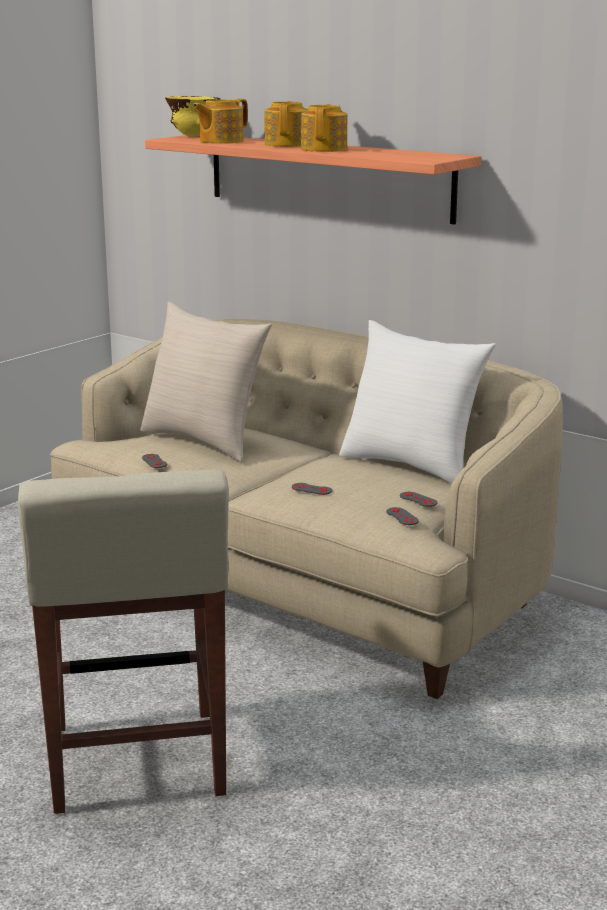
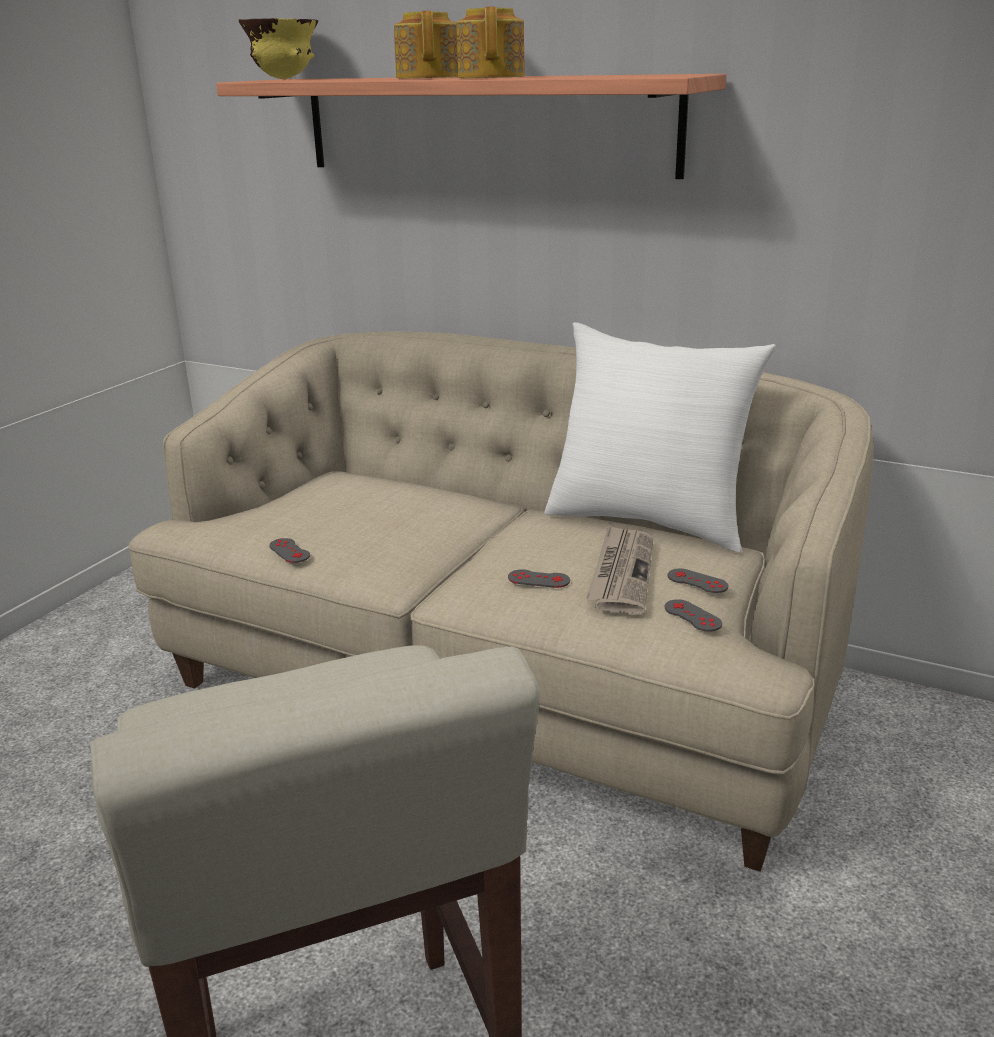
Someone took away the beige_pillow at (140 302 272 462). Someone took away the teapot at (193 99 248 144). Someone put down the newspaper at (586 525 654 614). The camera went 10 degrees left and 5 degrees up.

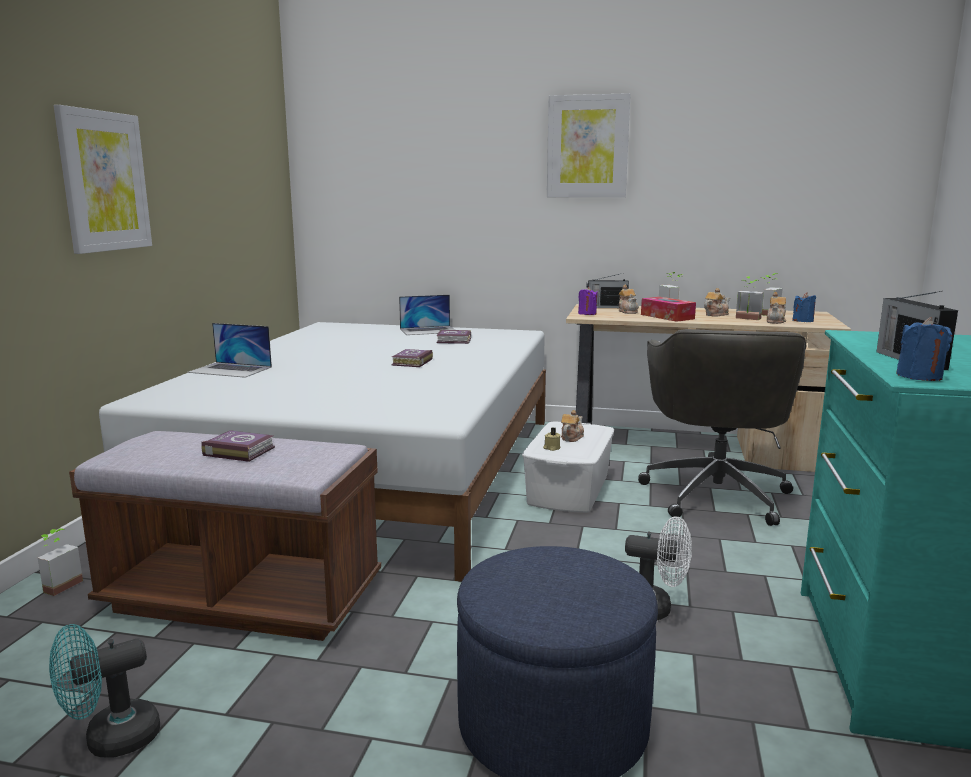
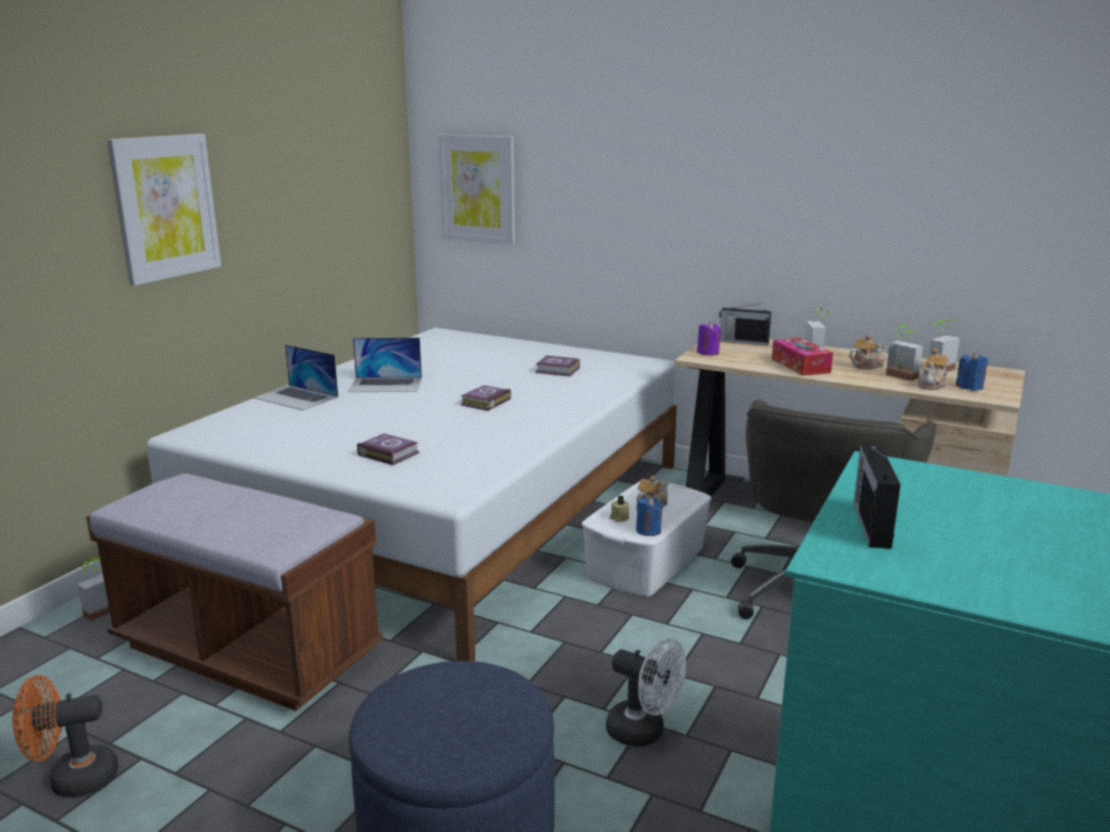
Someone repainted the turquoise_fan at (49 624 160 757), which became the orange_fan at (13 675 118 798). Someone carried the book from (201 430 275 462) to (357 434 419 465). Someone carried the laptop from (399 295 455 335) to (348 338 422 392). Someone carried the picture from (547 93 631 197) to (438 134 515 244). Someone took away the teapot at (619 285 639 314). Someone carried the blue_candle from (896 317 952 381) to (636 497 663 536). The camera went 15 degrees right and 5 degrees up.

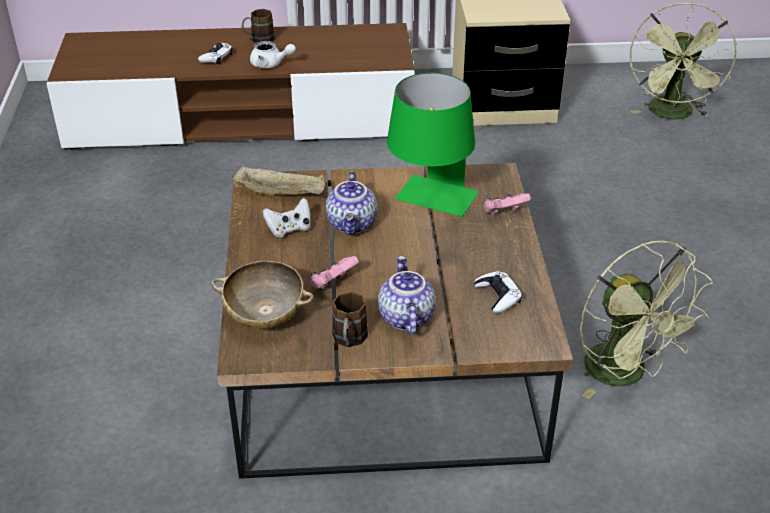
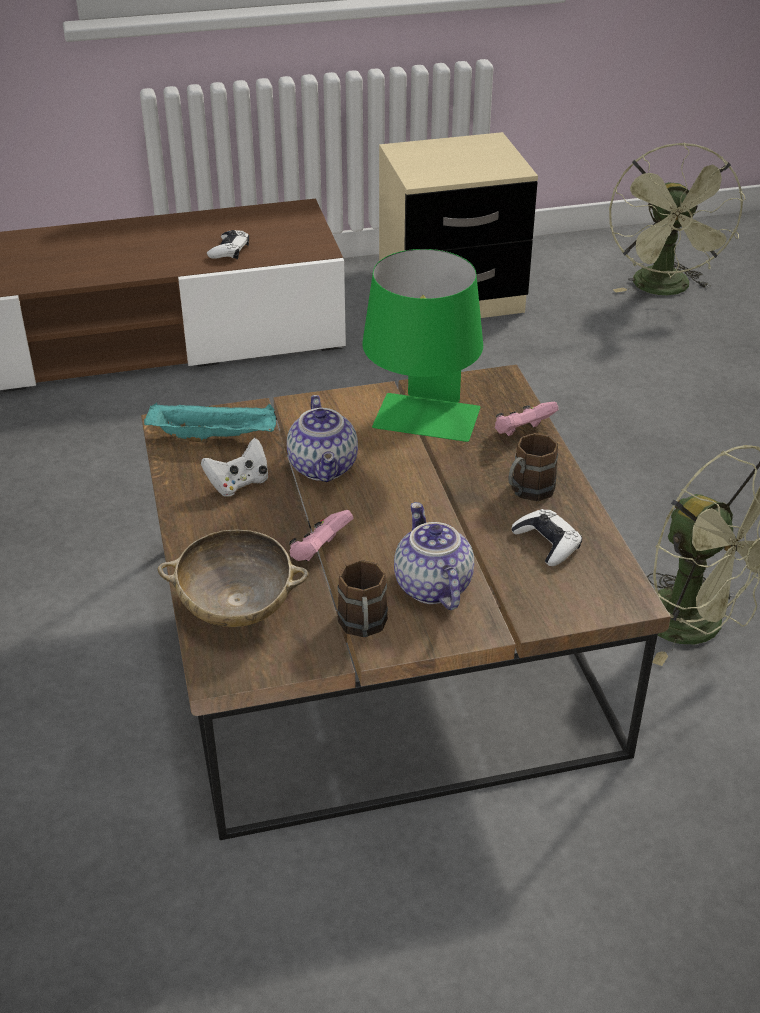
Someone carried the white_game_controller from (198 43 233 65) to (207 230 249 259). Someone repainted the beige_tray at (232 166 325 198), which became the turquoise_tray at (144 403 276 443). Someone carried the brown_mug from (242 9 275 43) to (508 433 558 501). Someone took away the white_teapot at (250 41 296 68). The camera went 10 degrees left and 0 degrees up.

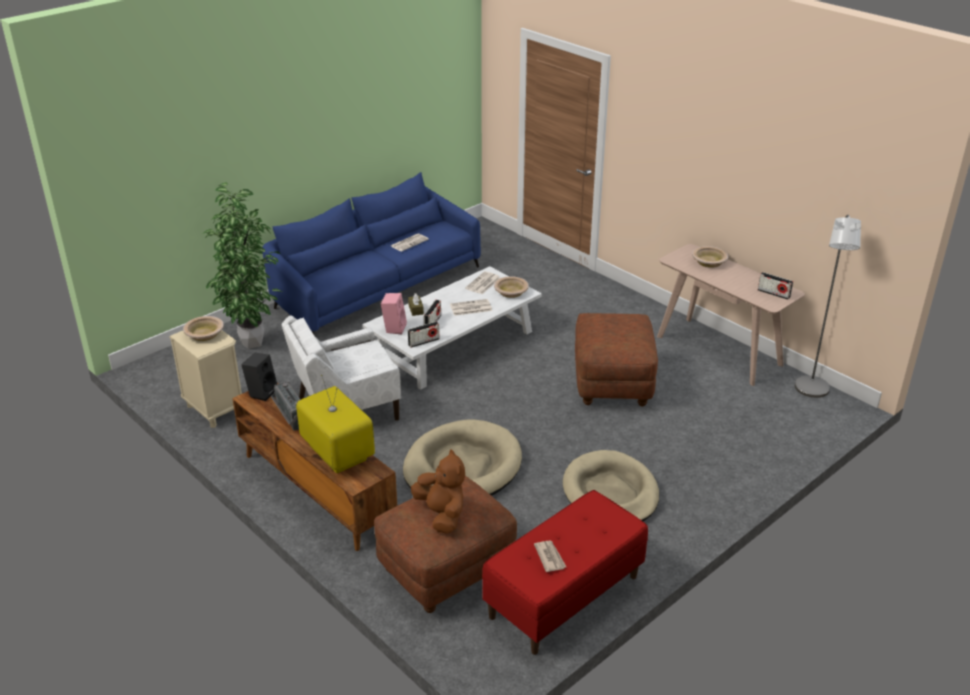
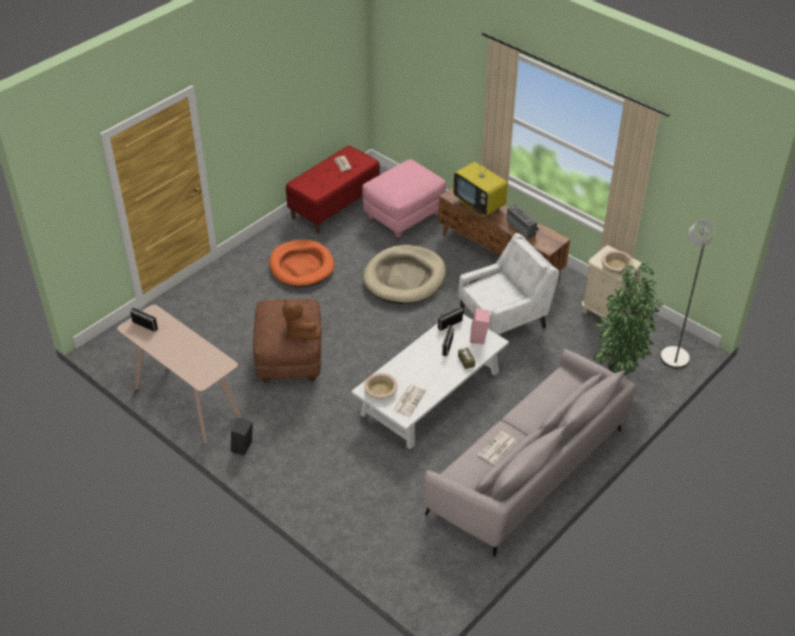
Someone carried the black_speaker from (242 353 277 401) to (231 418 253 455). Someone repainted the blue_sofa at (262 172 481 334), which became the grey_sofa at (423 348 636 557). Someone repainted the brown_ottoman at (374 476 517 613), which became the pink_ottoman at (362 159 446 238). Someone carried the brown_plush_toy from (411 450 465 534) to (282 299 322 340). Someone took away the newspaper at (450 299 492 316). Someone repainted the beige_dog_bed at (563 450 659 521), which became the orange_dog_bed at (269 240 334 287). Someone took away the beige_bowl at (692 246 729 268). Someone carried the grey_floor_lamp from (795 215 861 398) to (660 219 715 368). The camera went 175 degrees right and 10 degrees up.

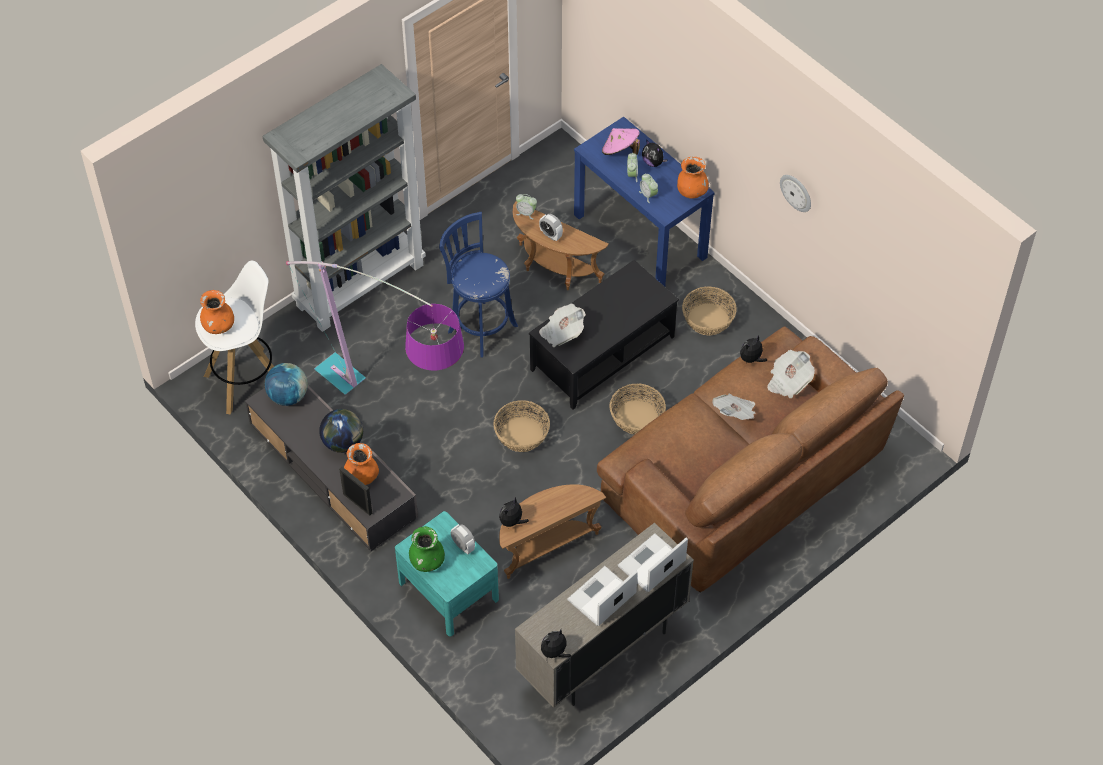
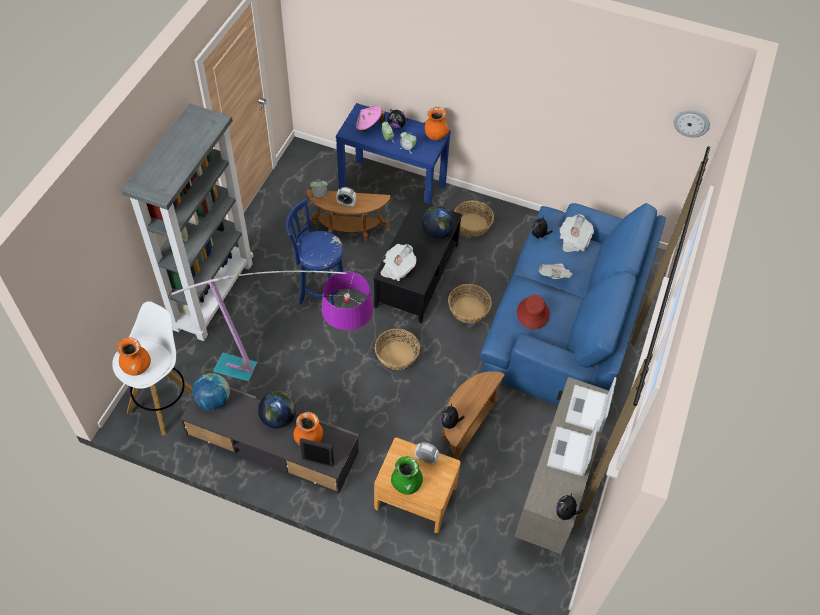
Someone repainted the turquoise_nightstand at (395 511 499 636), which became the brown_nightstand at (374 438 461 533). Someone repainted the brown_sofa at (597 326 904 592), which became the blue_sofa at (480 203 666 405). Someone carried the wall_clock from (780 175 811 212) to (674 110 710 137). Someone put down the globe at (422 206 455 239). Someone put down the red_hat at (517 295 550 329). The camera went 30 degrees left and 0 degrees up.

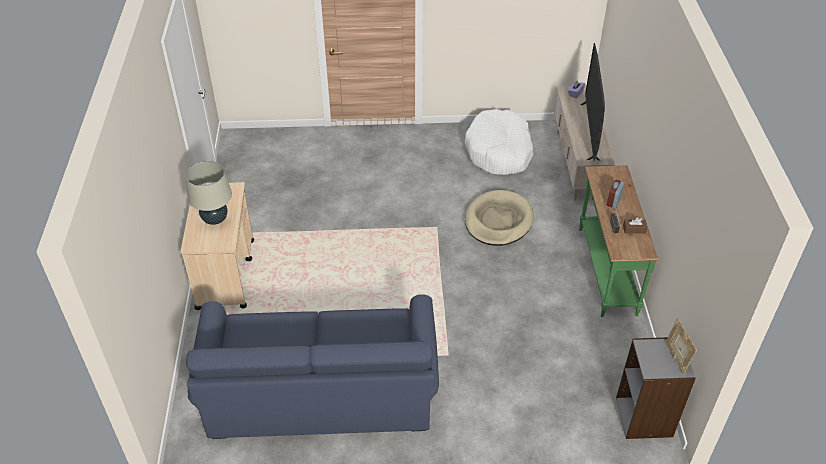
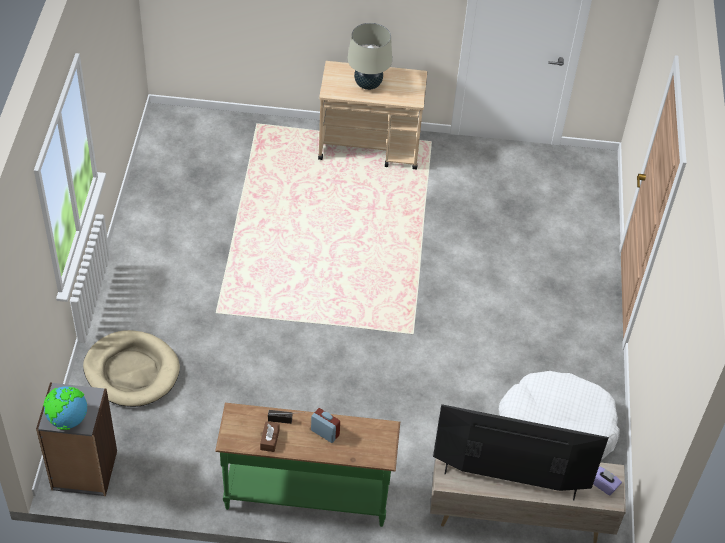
Someone took away the blue_sofa at (186 294 439 439). Someone carried the beige_dog_bed from (465 190 534 246) to (83 330 180 407). Someone swapped the picture_frame at (665 318 697 375) for the globe at (43 386 87 430). The camera went 95 degrees right and 5 degrees up.

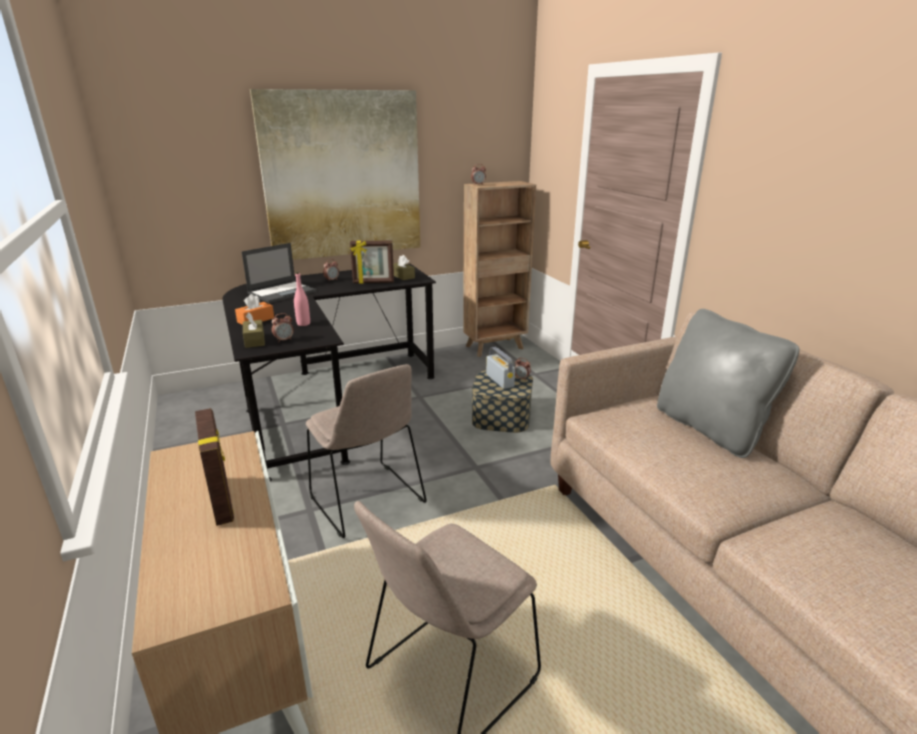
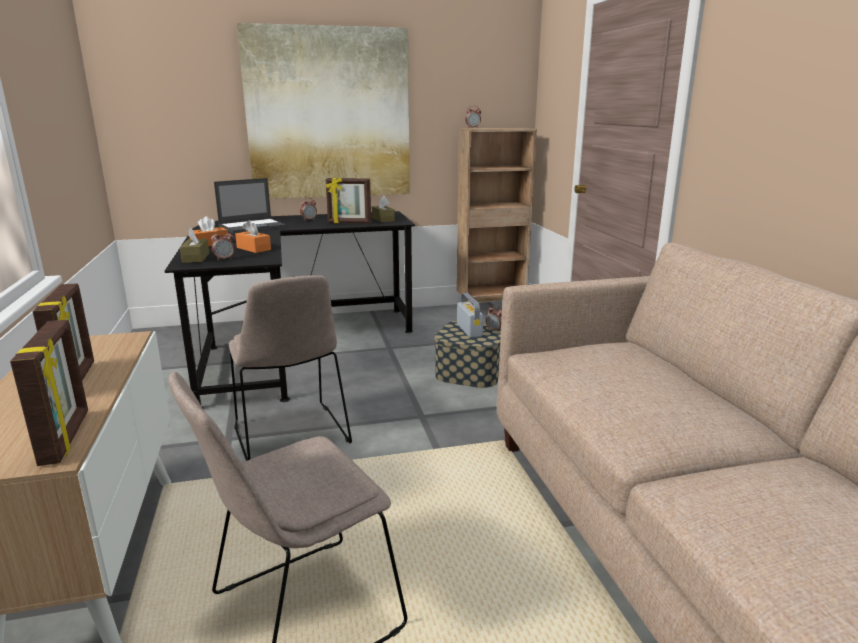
Someone swapped the pink_bottle at (294 272 310 326) for the orange_tissue_box at (235 220 271 253). Someone took away the grey_pillow at (657 309 800 458). Someone put down the picture_frame at (10 320 88 466). The camera went 10 degrees right and 5 degrees down.

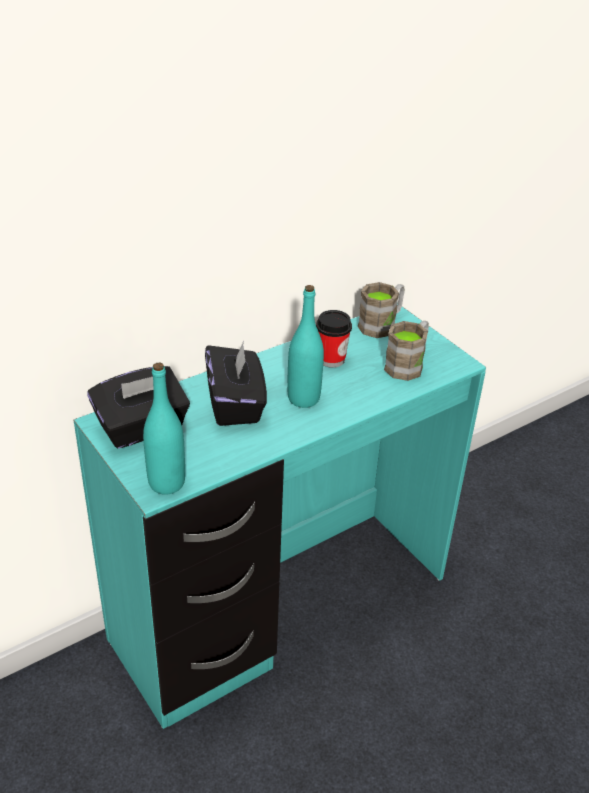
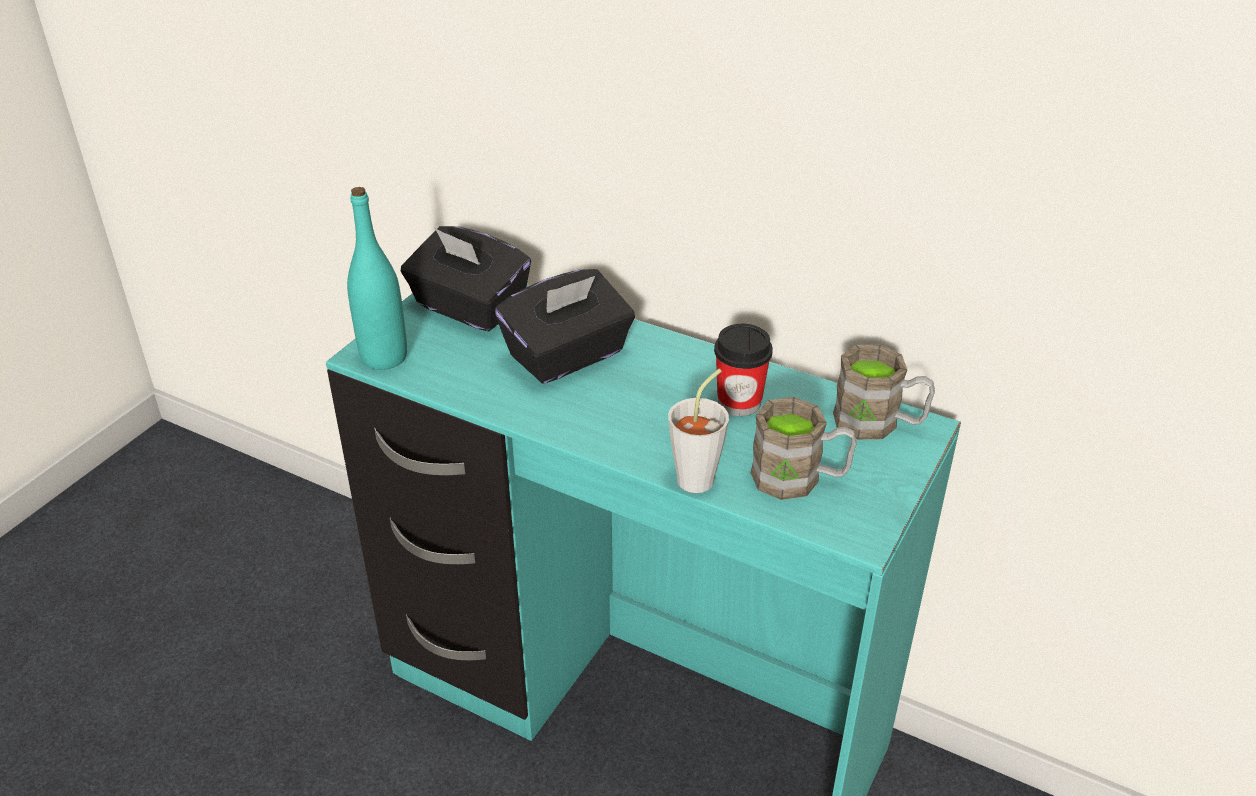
Someone took away the turquoise_bottle at (287 285 324 408). Someone put down the grey_cup at (668 369 729 493). The camera went 65 degrees right and 0 degrees up.

